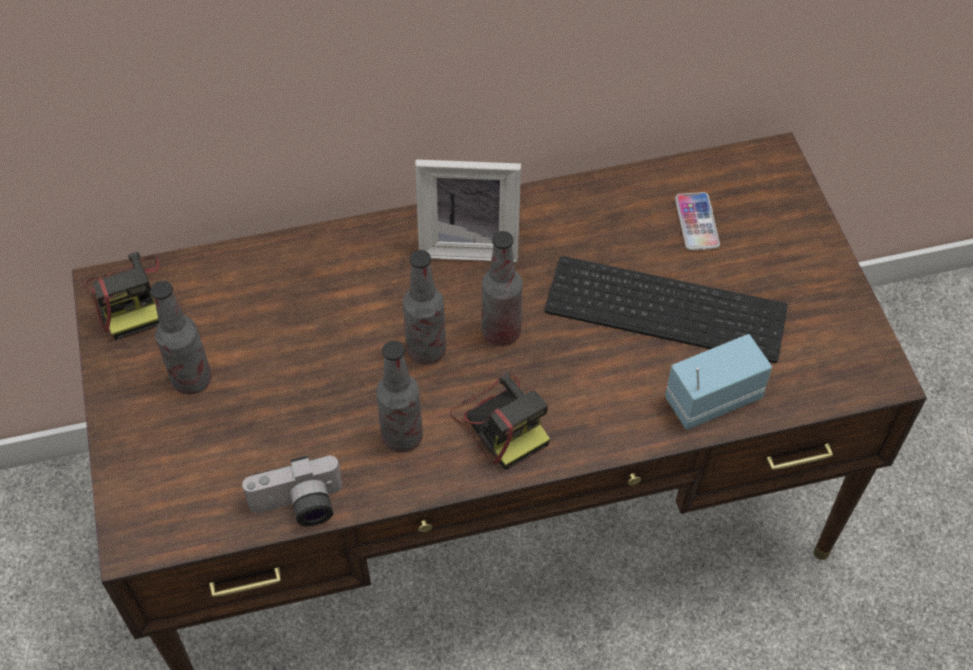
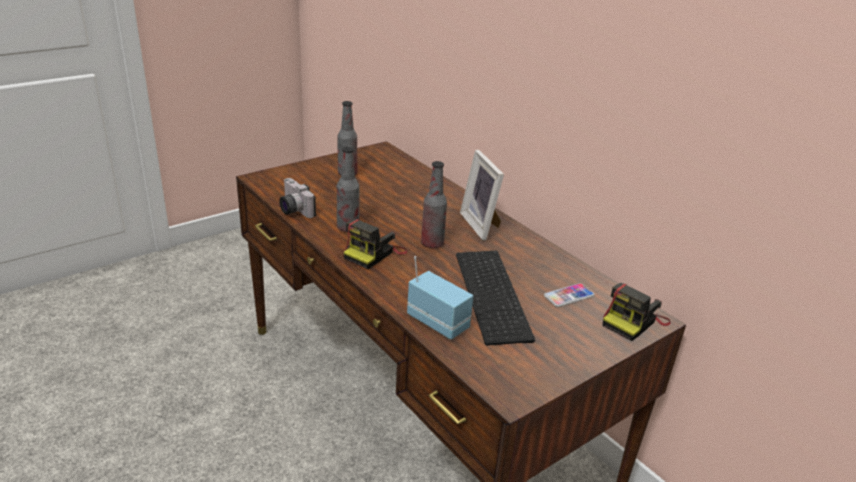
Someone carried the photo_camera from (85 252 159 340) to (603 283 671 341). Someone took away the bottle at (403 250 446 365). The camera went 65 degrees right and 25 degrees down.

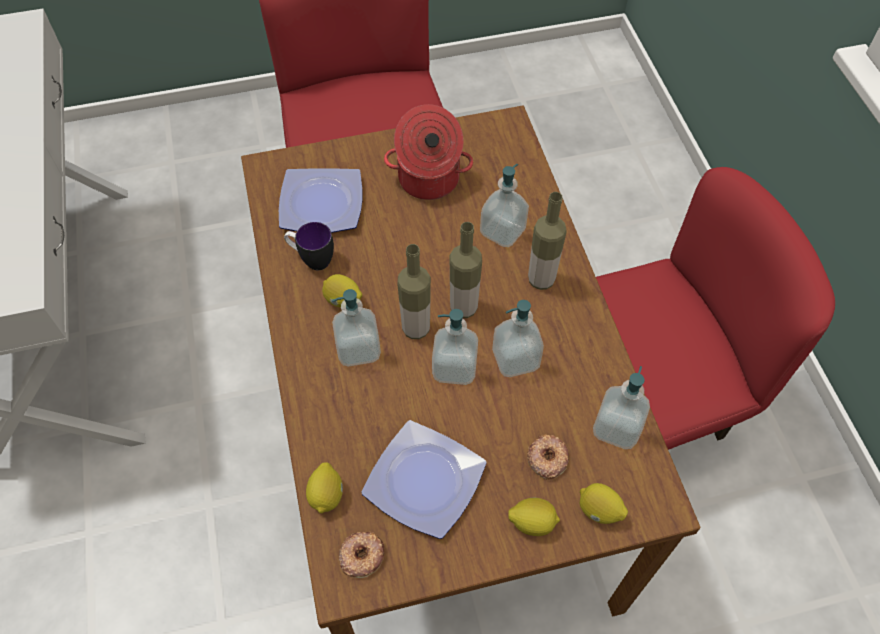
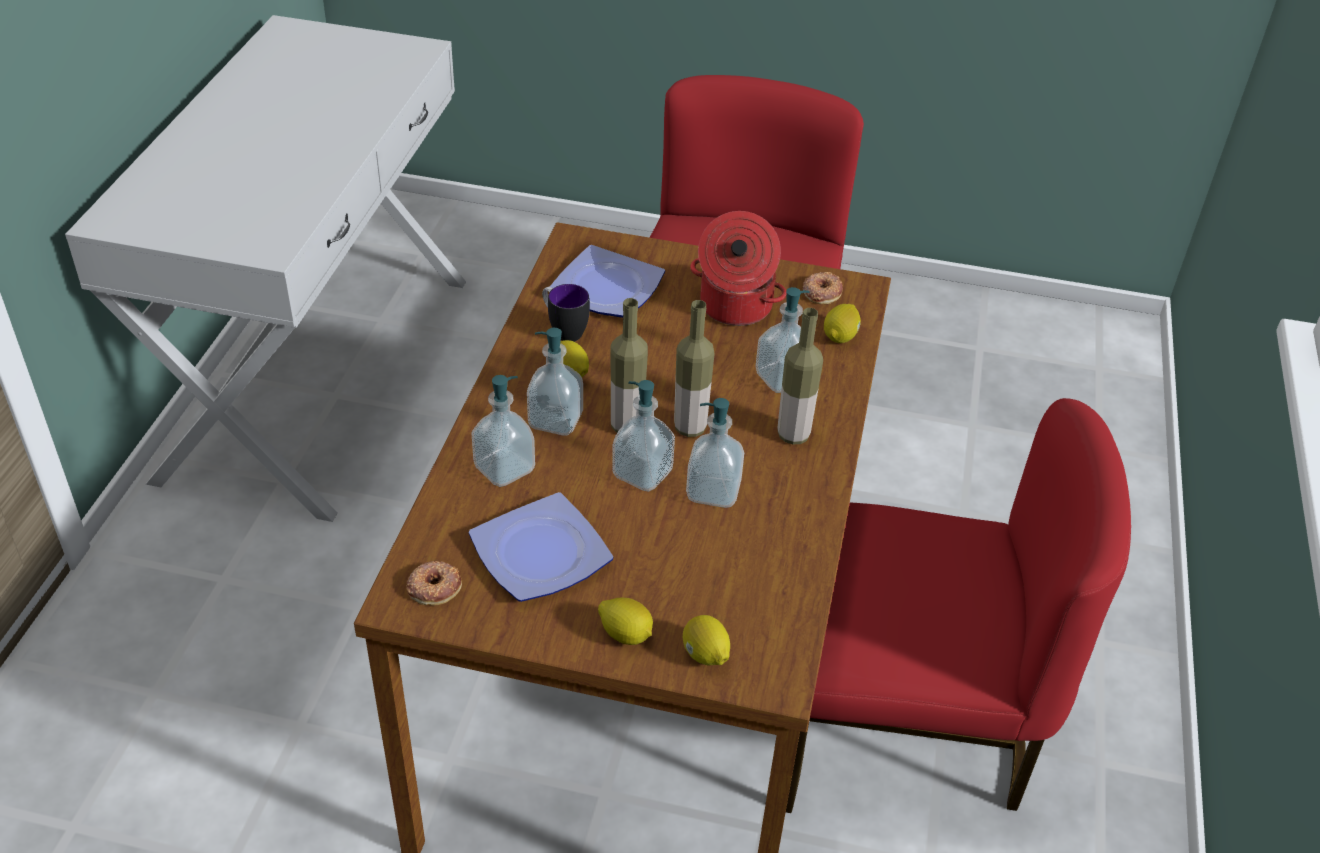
Someone carried the lemon from (306 462 343 513) to (824 304 861 343). Someone carried the donut from (527 435 569 479) to (803 272 843 304). Someone carried the soap_dispenser from (593 366 650 449) to (471 375 535 487). The camera went 25 degrees right and 15 degrees down.

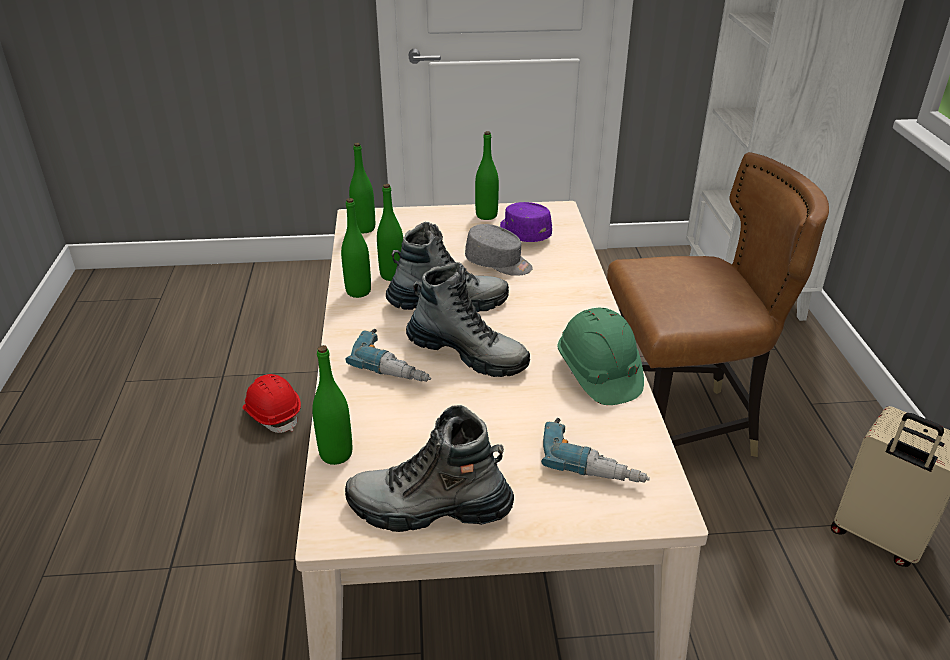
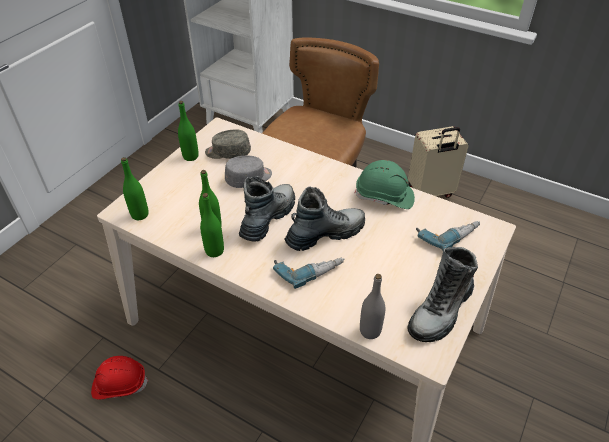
Someone repainted the green_bottle at (312 345 352 465), which became the grey_bottle at (360 274 385 339). Someone repainted the purple_cap at (500 202 552 242), which became the grey_cap at (205 129 251 159). The camera went 55 degrees left and 10 degrees up.

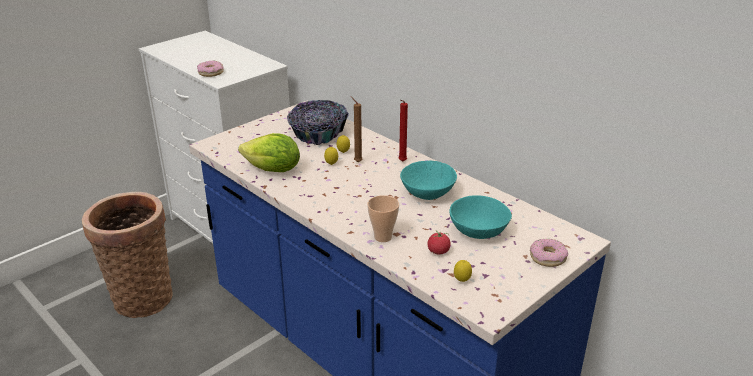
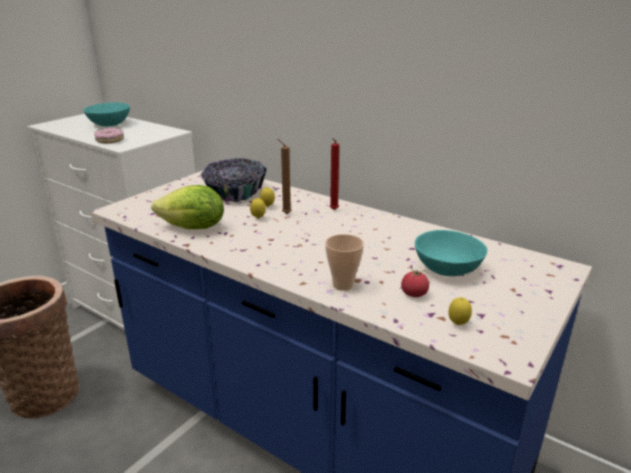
Someone carried the turquoise_bowl from (400 161 457 200) to (83 102 130 126). Someone took away the donut at (530 239 568 267). The camera went 10 degrees left and 5 degrees down.

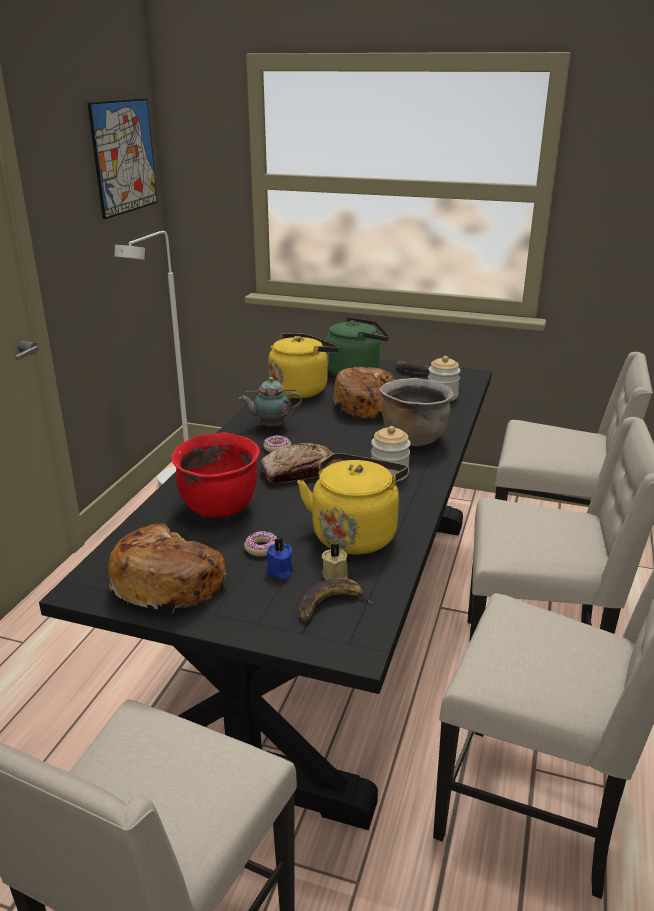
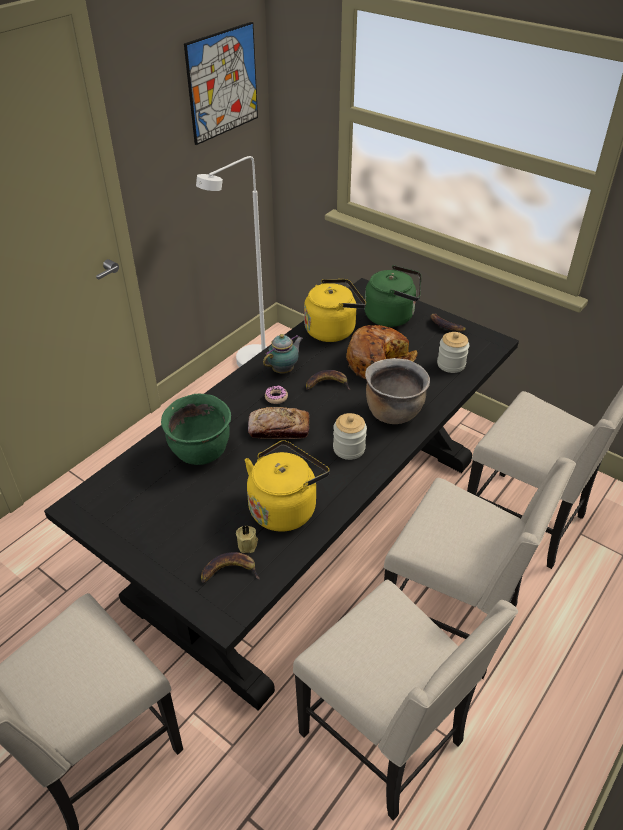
Someone took away the bread at (109 524 227 613). Someone repainted the red_cooking_pot at (171 432 260 518), which became the green_cooking_pot at (161 394 231 465). Someone rotated the teapot at (239 377 302 427) by 120 degrees clockwise. Someone took away the donut at (244 531 278 556). Someone took away the blue_candle at (266 538 294 579). Someone put down the banana at (306 370 350 390). The camera went 20 degrees right and 15 degrees up.

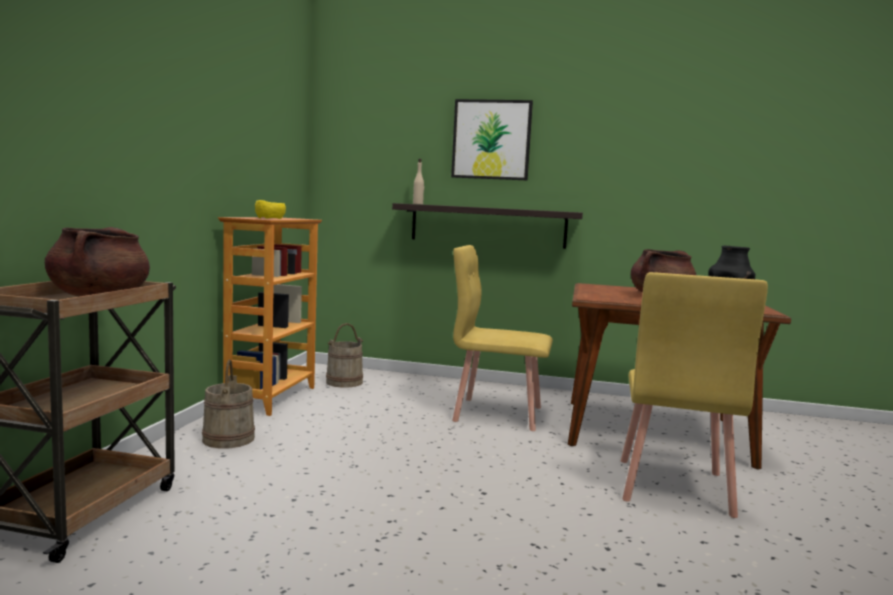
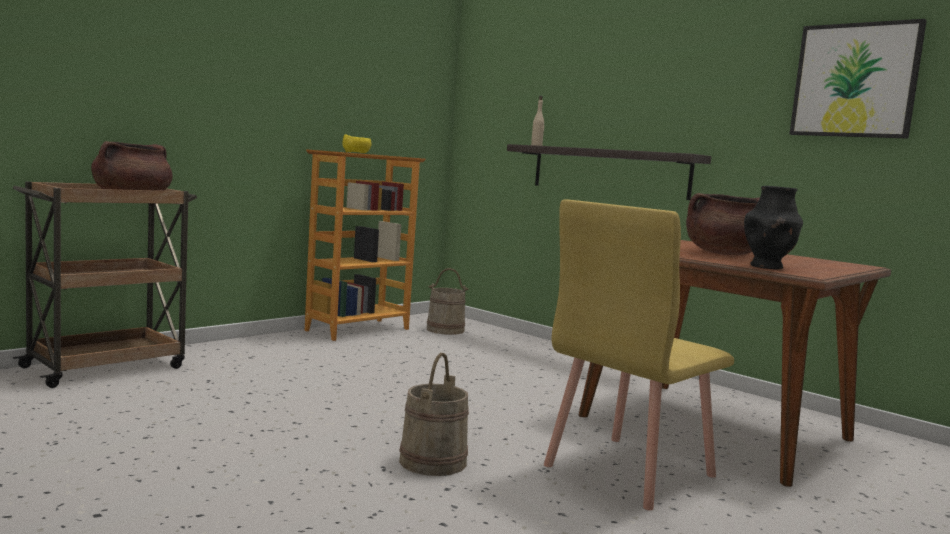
Someone carried the beige_bucket from (202 360 255 449) to (399 353 469 476). Someone carried the picture from (451 99 533 180) to (790 19 927 139). Someone took away the yellow_chair at (452 245 553 431). The camera went 30 degrees right and 0 degrees up.

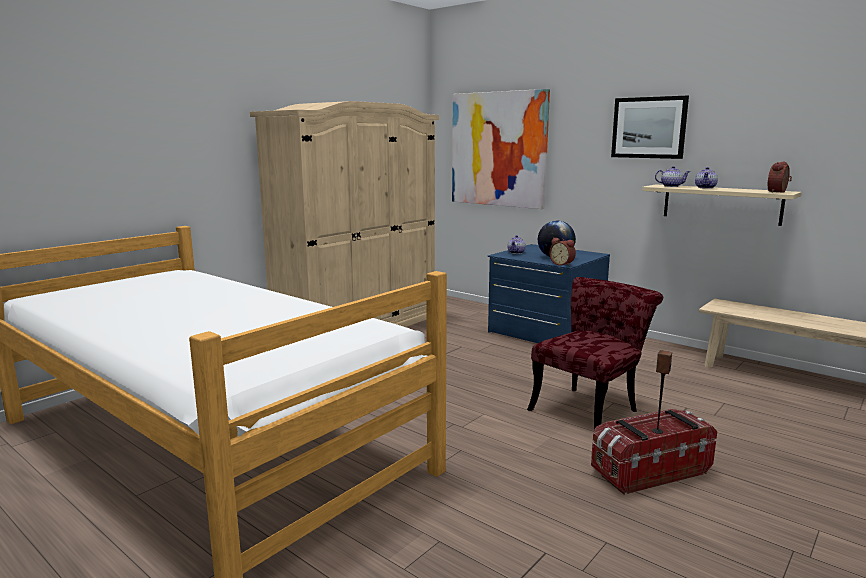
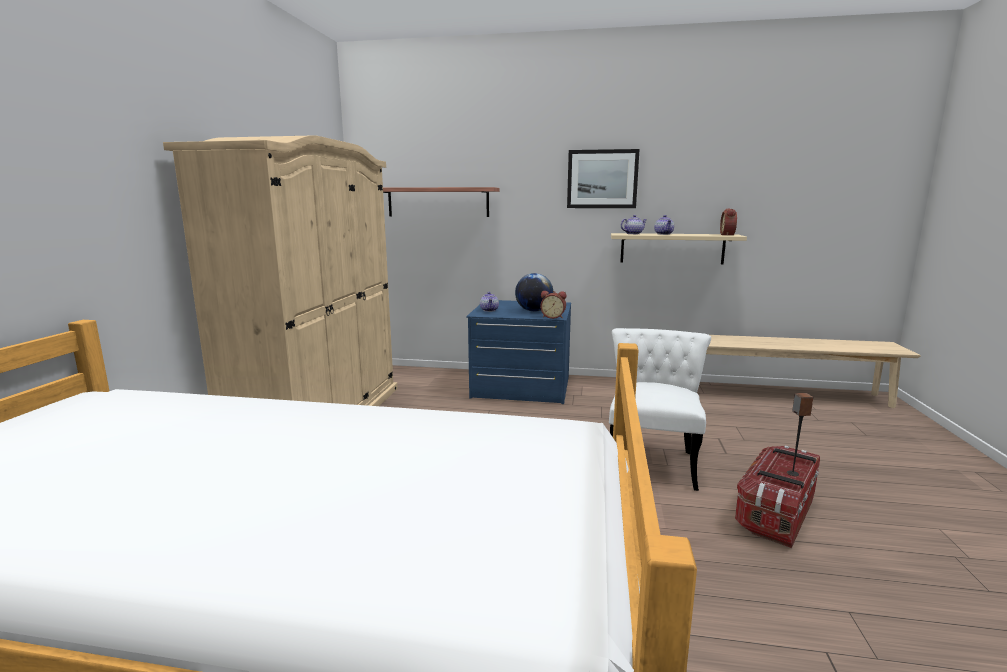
Someone swapped the picture at (452 89 550 209) for the shelf at (383 187 499 217). Someone repainted the red_chair at (527 277 663 430), which became the white_chair at (609 328 711 491). The camera went 30 degrees left and 0 degrees up.

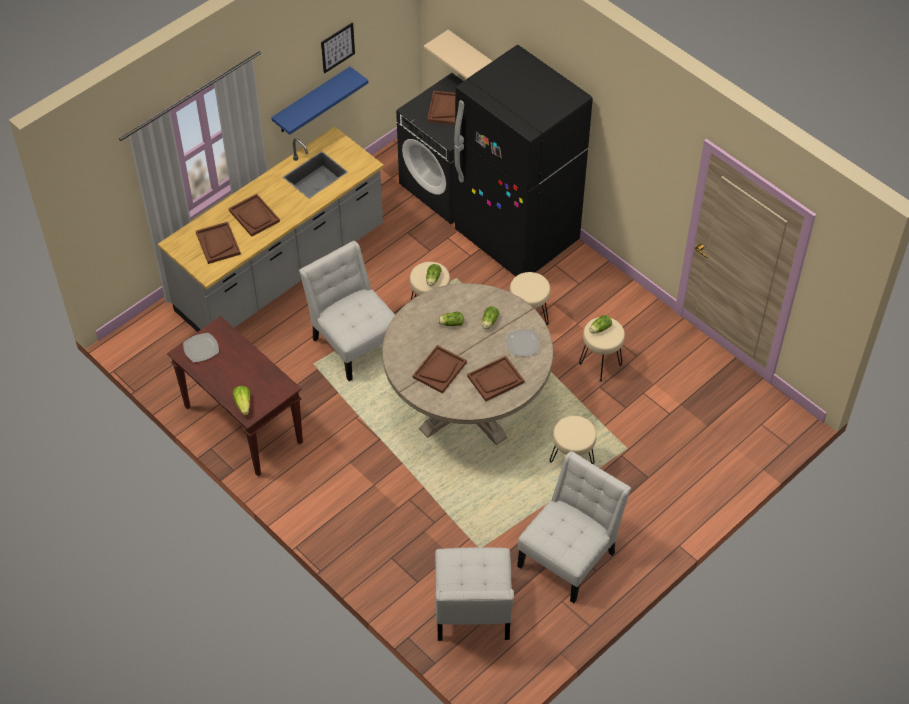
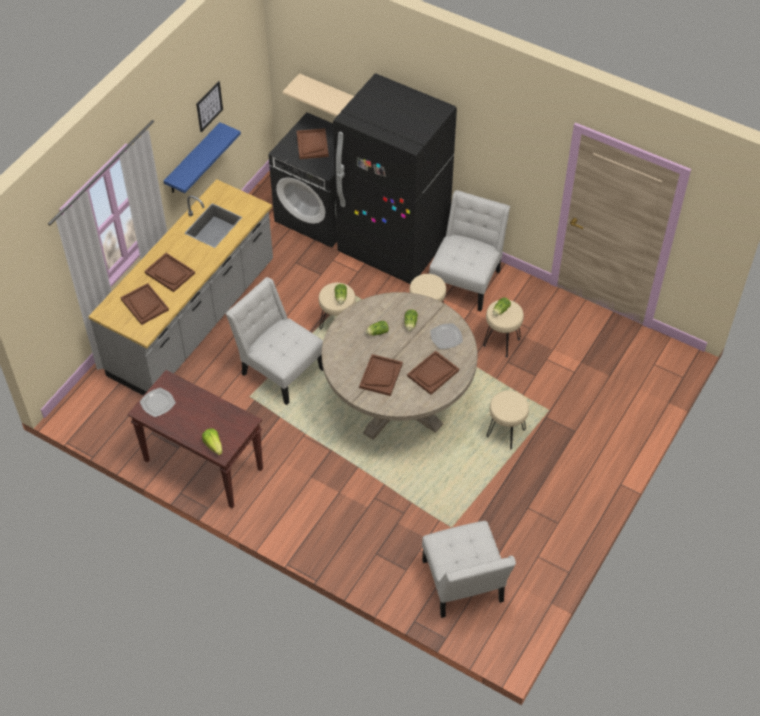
Someone carried the white_chair from (517 451 631 603) to (429 190 510 311). The camera went 15 degrees left and 0 degrees up.

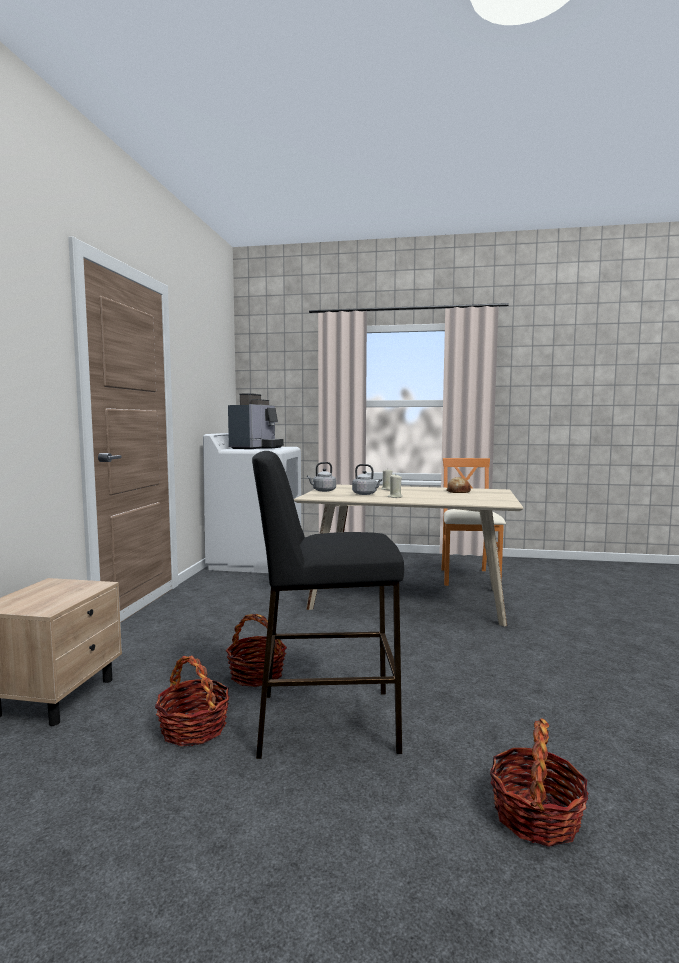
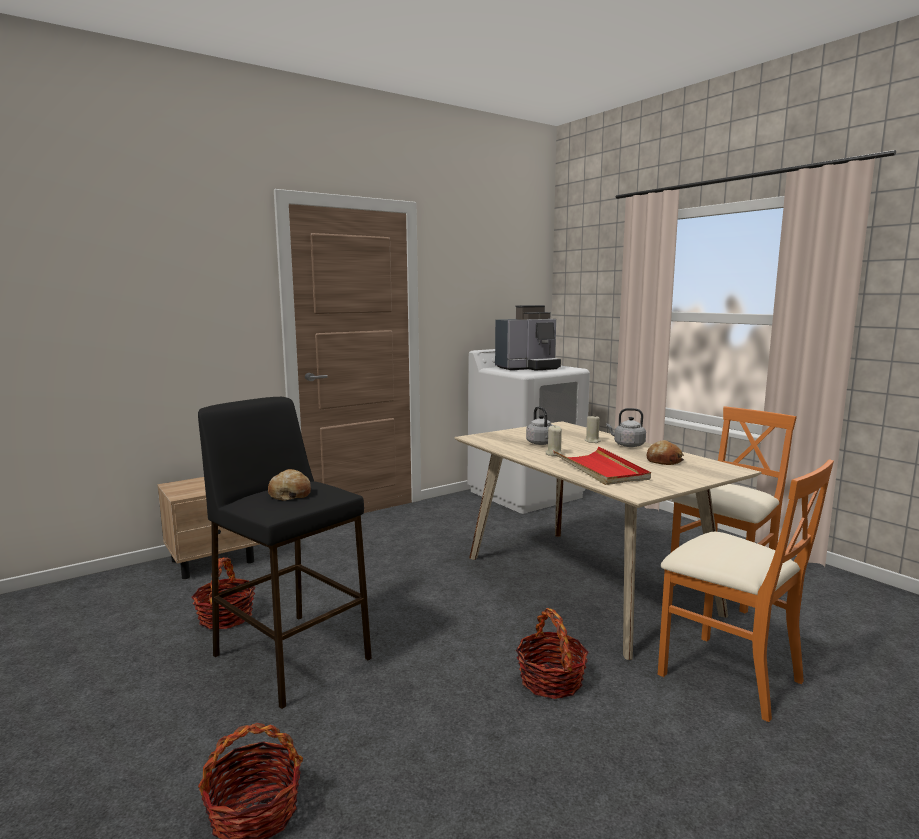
Someone carried the basket from (226 614 287 687) to (516 608 588 699). Someone carried the grey_kettle from (307 462 336 492) to (606 408 646 447). Someone put down the bread at (268 469 311 501). Someone put down the red_tray at (554 447 651 485). Someone put down the orange_chair at (658 459 834 722). The camera went 45 degrees right and 5 degrees up.

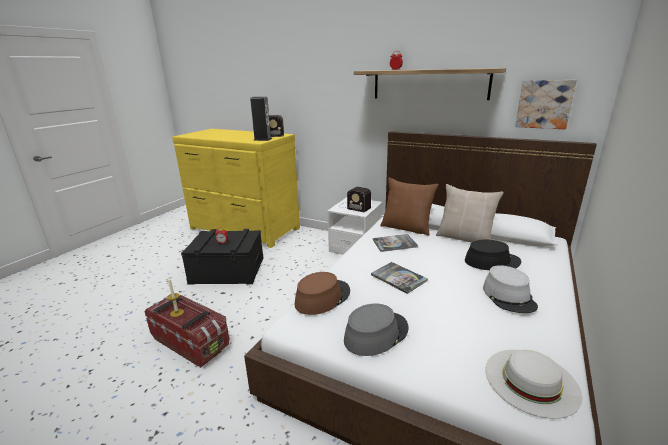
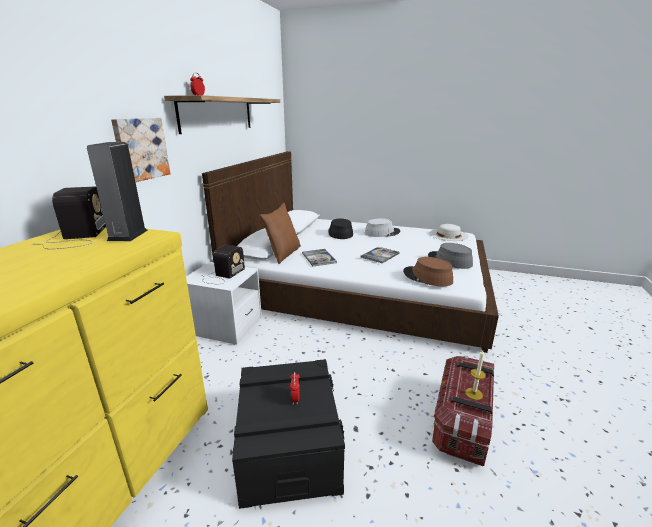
Someone took away the beige_pillow at (436 184 504 243). Someone carried the picture from (515 80 577 129) to (111 118 171 182). The camera went 100 degrees left and 0 degrees up.

